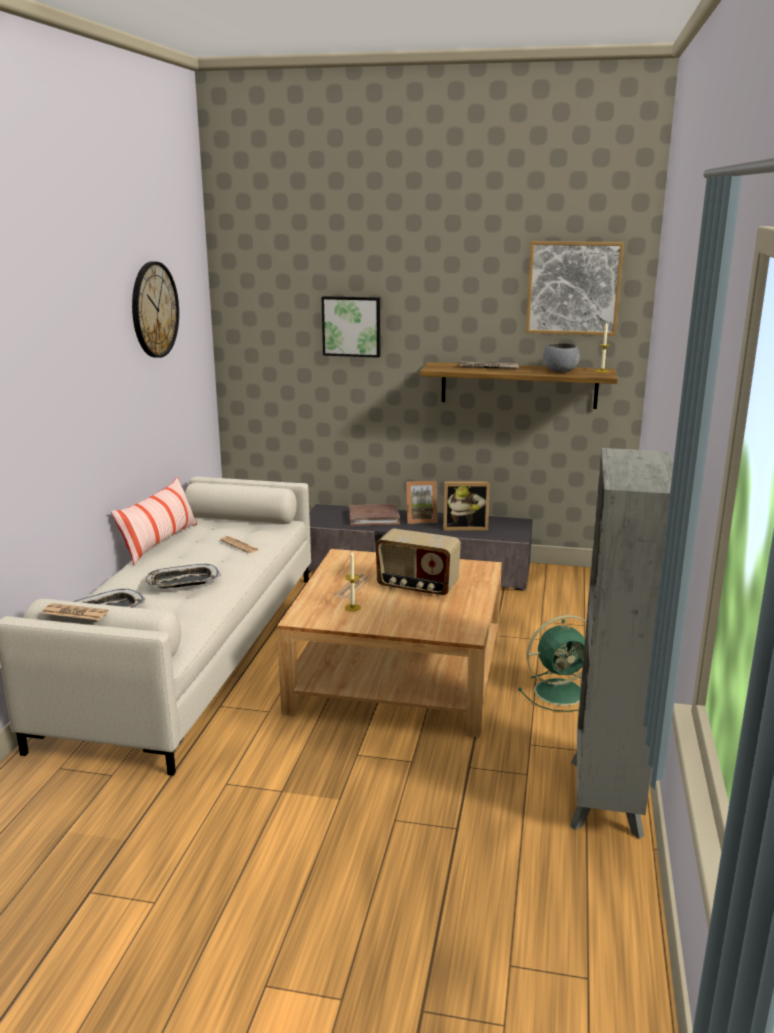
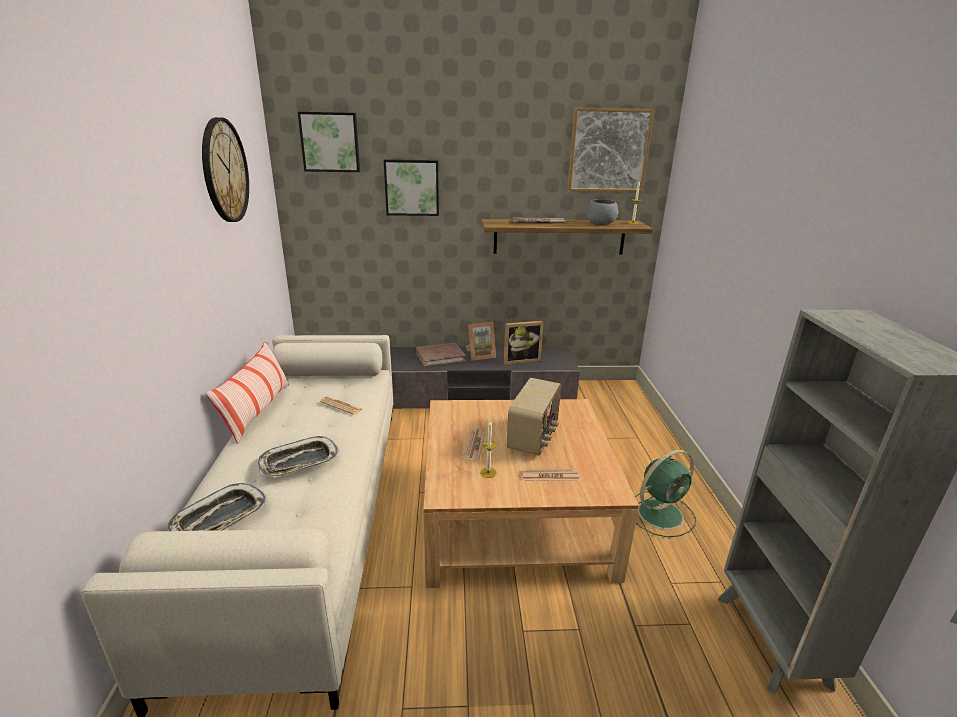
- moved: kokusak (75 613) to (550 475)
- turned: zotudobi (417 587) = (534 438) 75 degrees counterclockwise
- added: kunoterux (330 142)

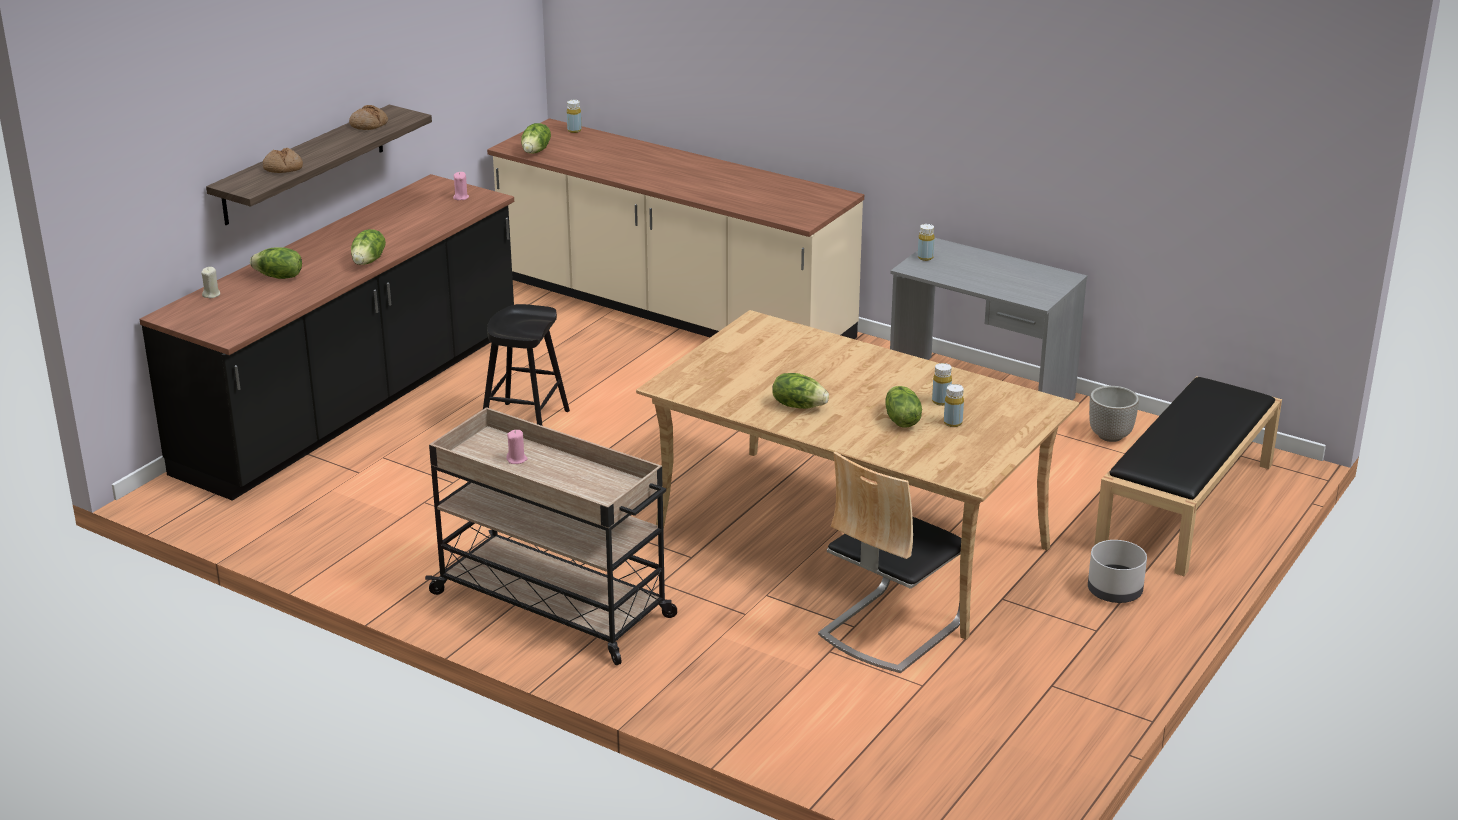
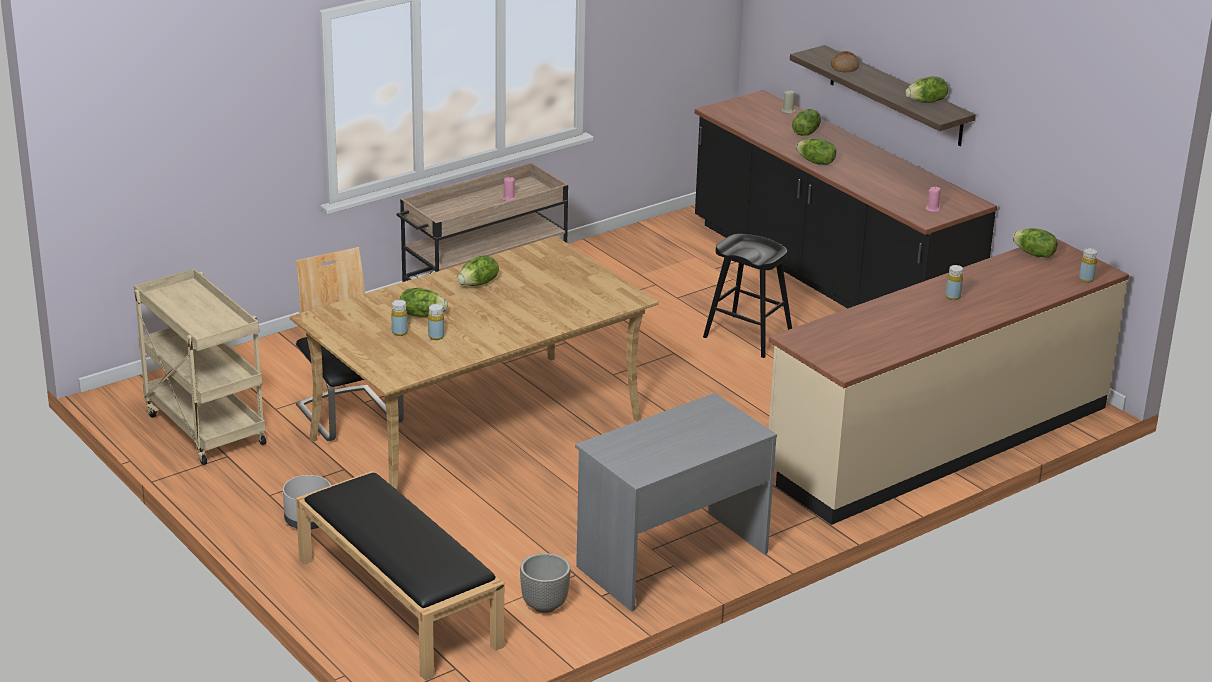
- replaced: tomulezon (369 124) to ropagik (927 102)
- moved: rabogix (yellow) (925 257) to (952 297)
- added: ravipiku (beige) (203 428)

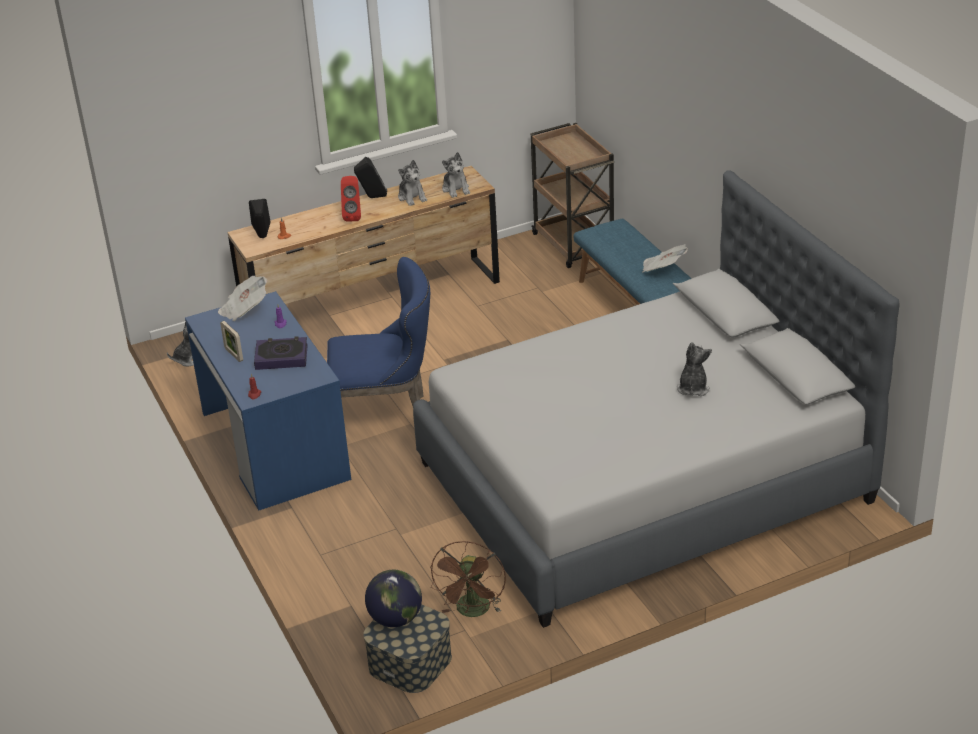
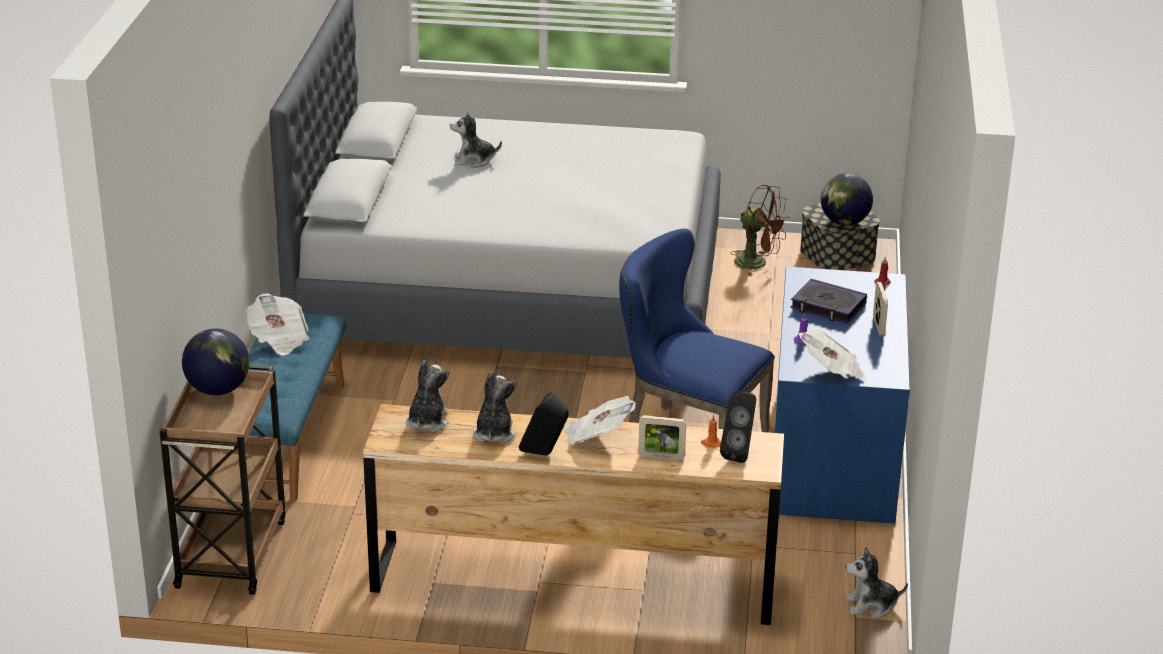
- replaced: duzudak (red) (353 216) to kokusak (597 436)
- turned: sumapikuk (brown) (473 612) = (757 263) 75 degrees clockwise
- turned: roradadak (693 388) = (474 160) 45 degrees clockwise
- added: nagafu (218 390)
- added: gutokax (661 457)

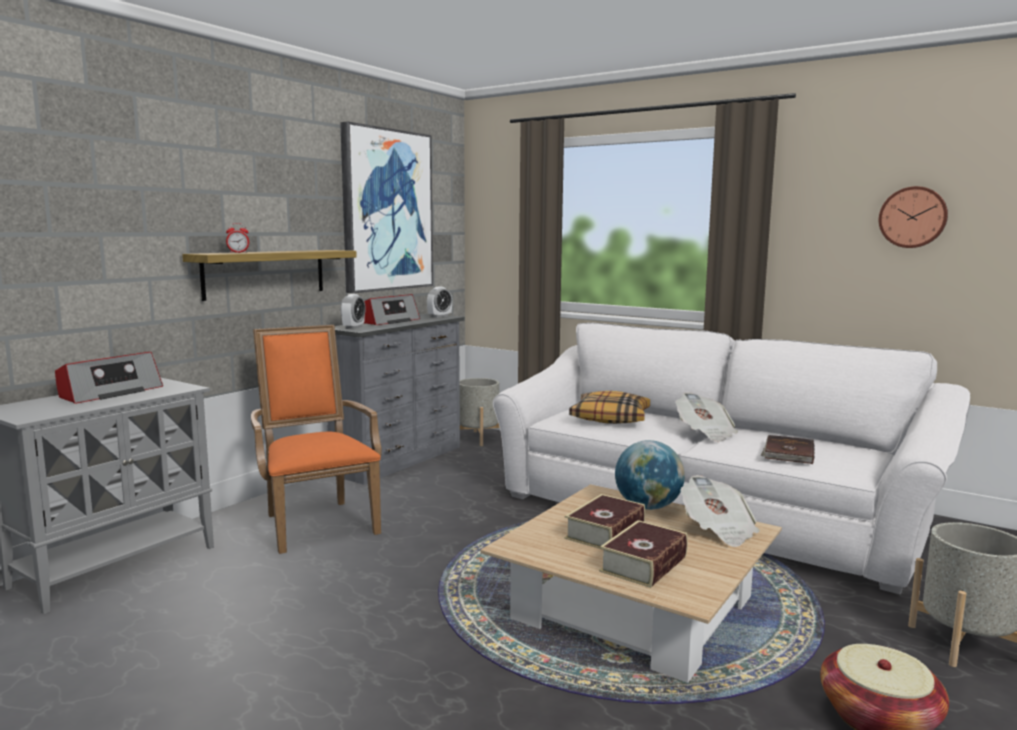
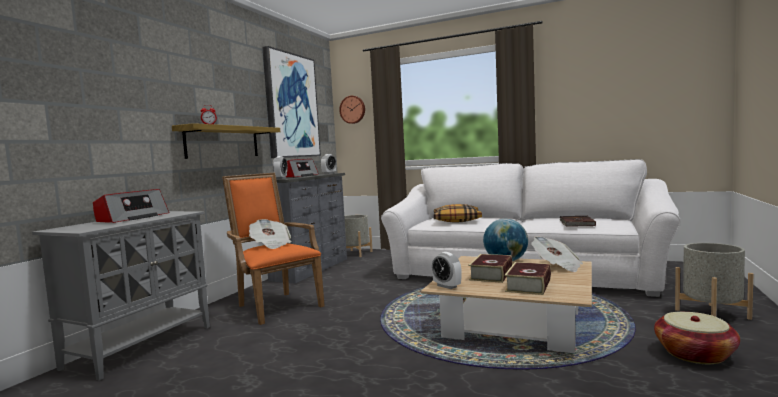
- moved: kokusak (705 433) to (271 245)
- moved: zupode (912 217) to (353 109)
- added: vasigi (447 286)

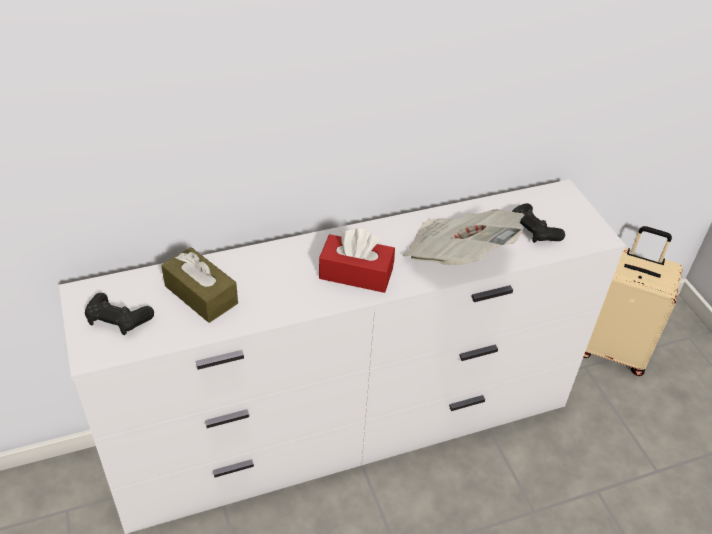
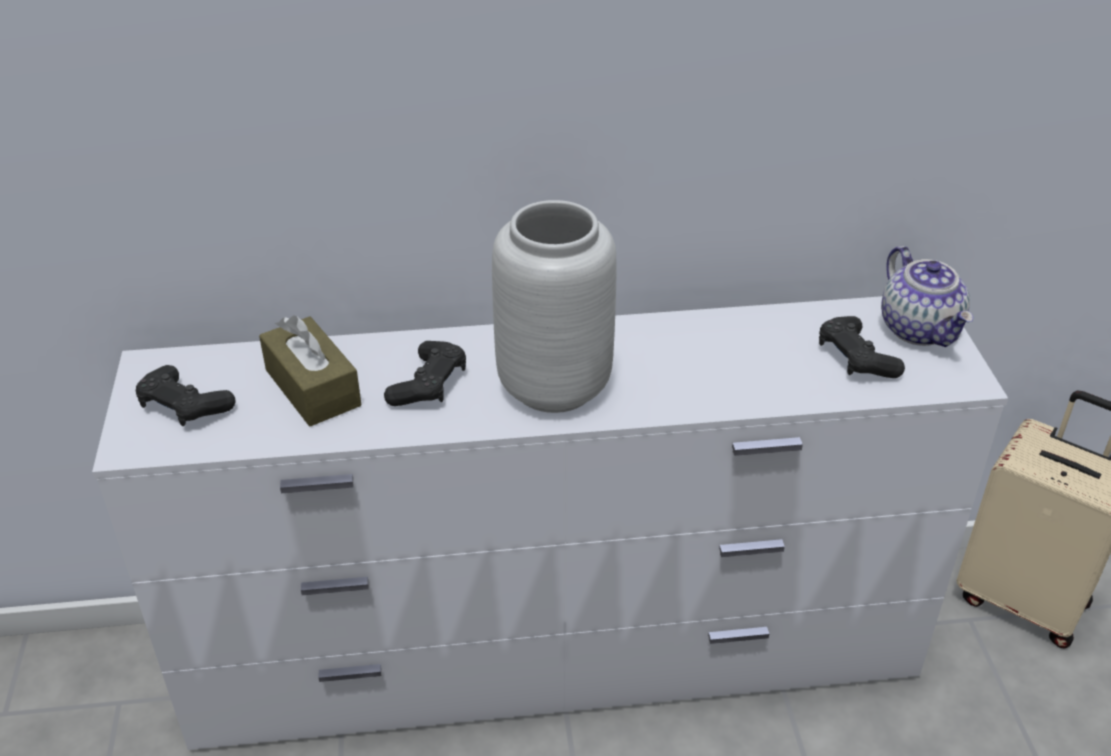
- replaced: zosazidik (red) (356 273) to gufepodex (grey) (551 387)
- removed: kokusak (457 257)
- added: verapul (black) (429 385)
- added: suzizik (920 329)

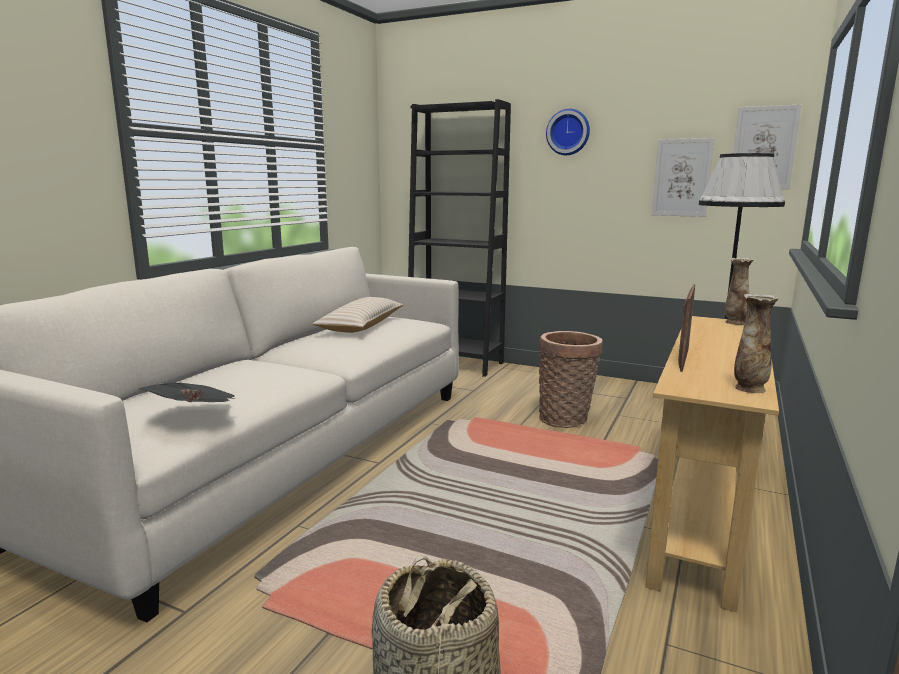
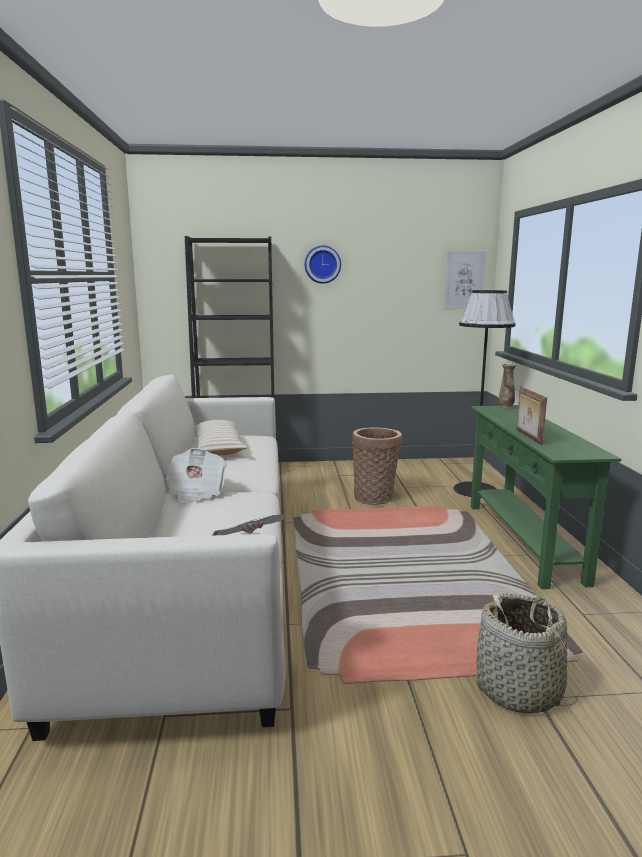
- recoloured: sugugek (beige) (702 517) to sugugek (green) (523 541)
- removed: kunoterux (682 178)
- removed: gufepodex (749 388)
- added: kokusak (196 491)

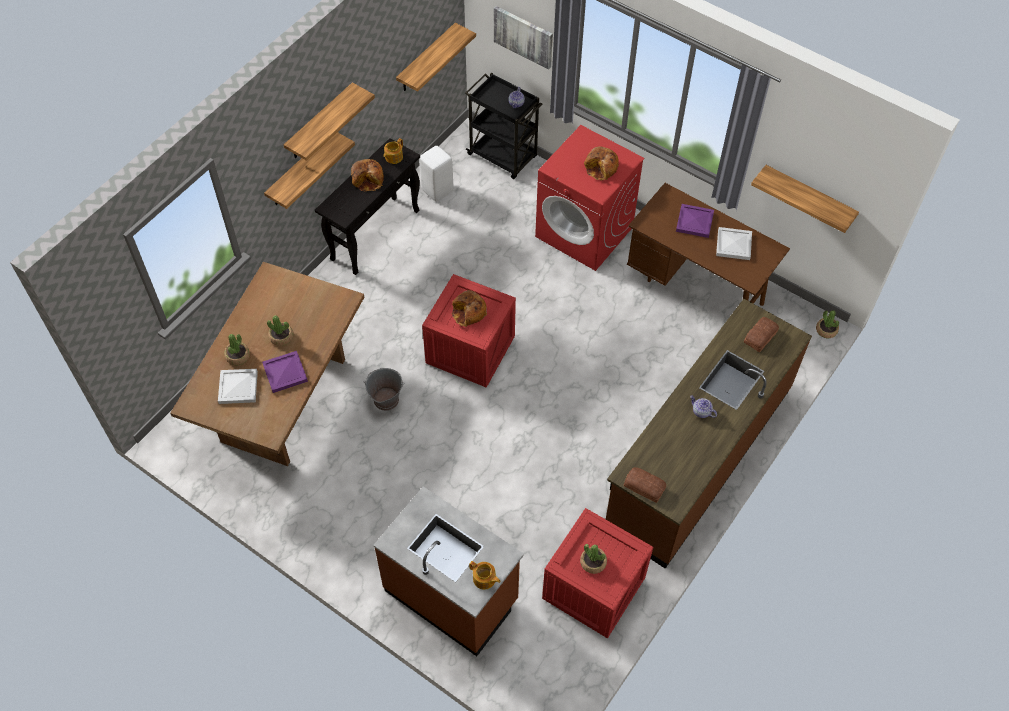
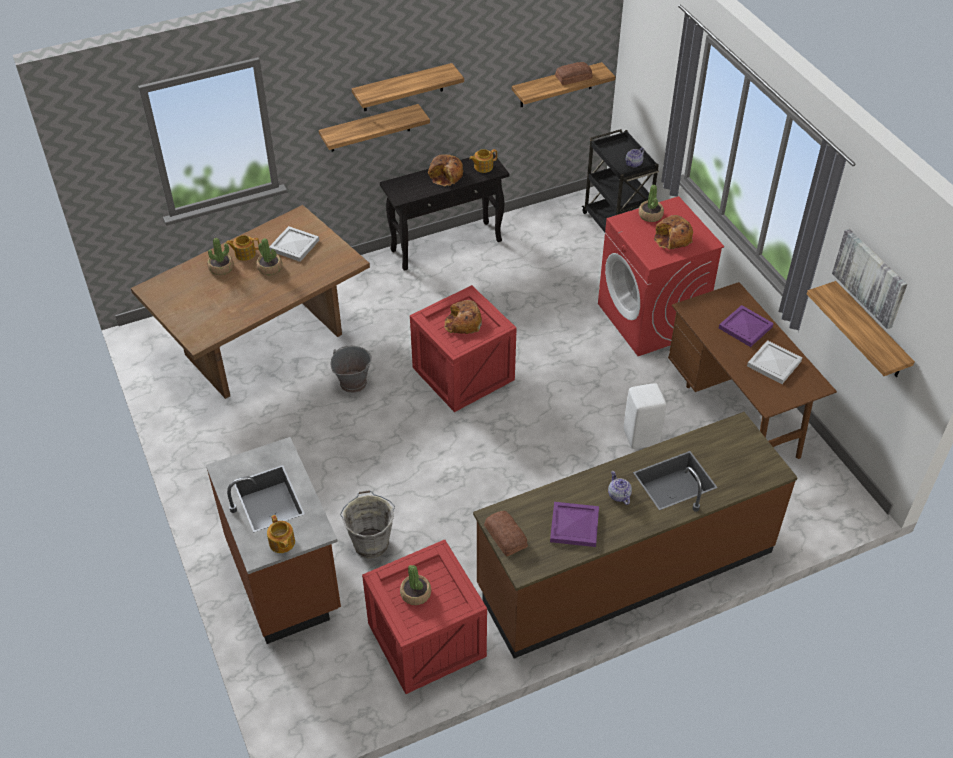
- moved: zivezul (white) (237 387) to (294 245)
- moved: zivezul (purple) (286 373) to (575 526)
- moved: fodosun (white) (436 190) to (640 437)
- moved: kunoterux (523 36) to (870 277)
- moved: tomulezon (759 336) to (573 77)
- moved: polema (826 330) to (650 215)
- added: suzizik (244 253)
- added: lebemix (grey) (371 542)

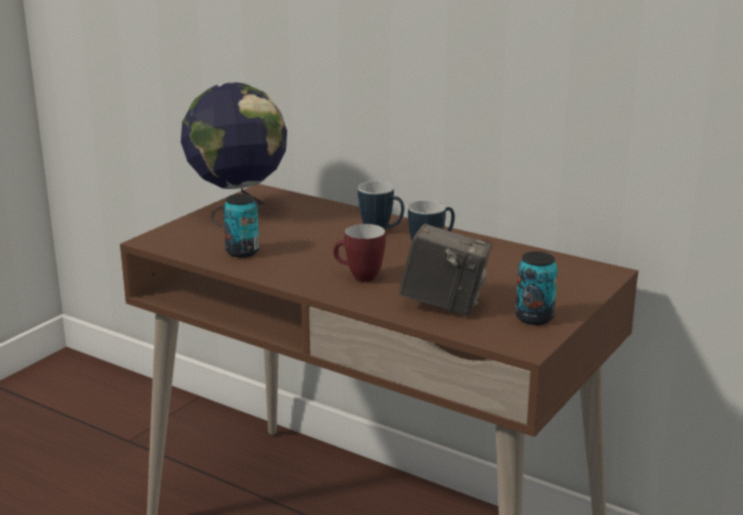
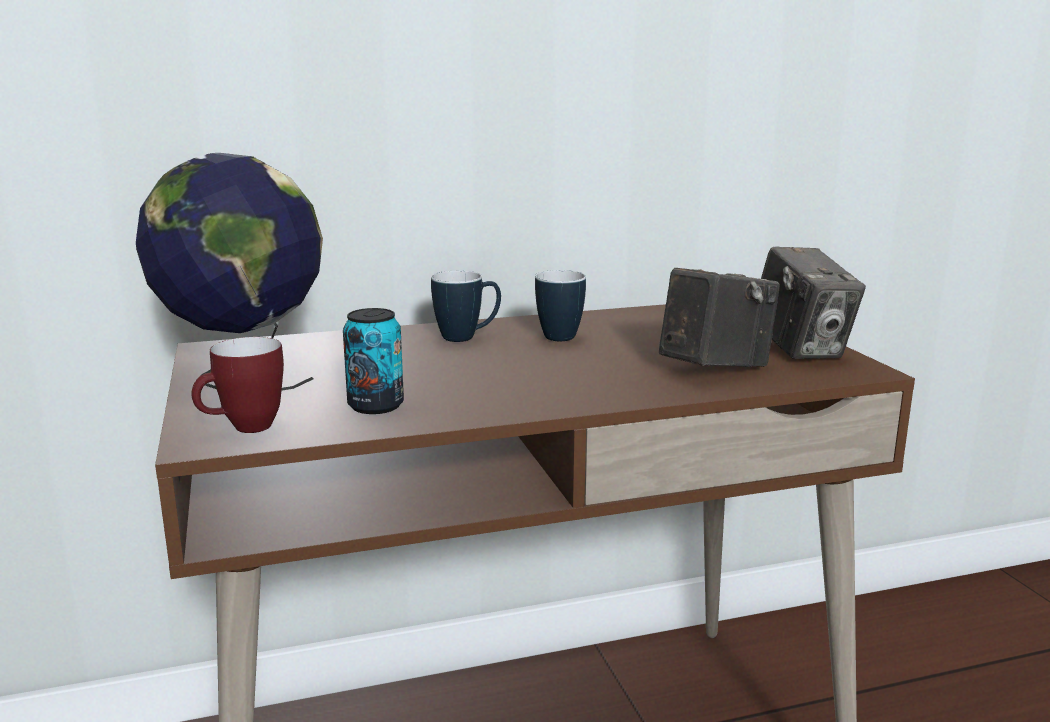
- moved: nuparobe (358 277) to (243 429)
- replaced: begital (534 317) to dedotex (800 350)

